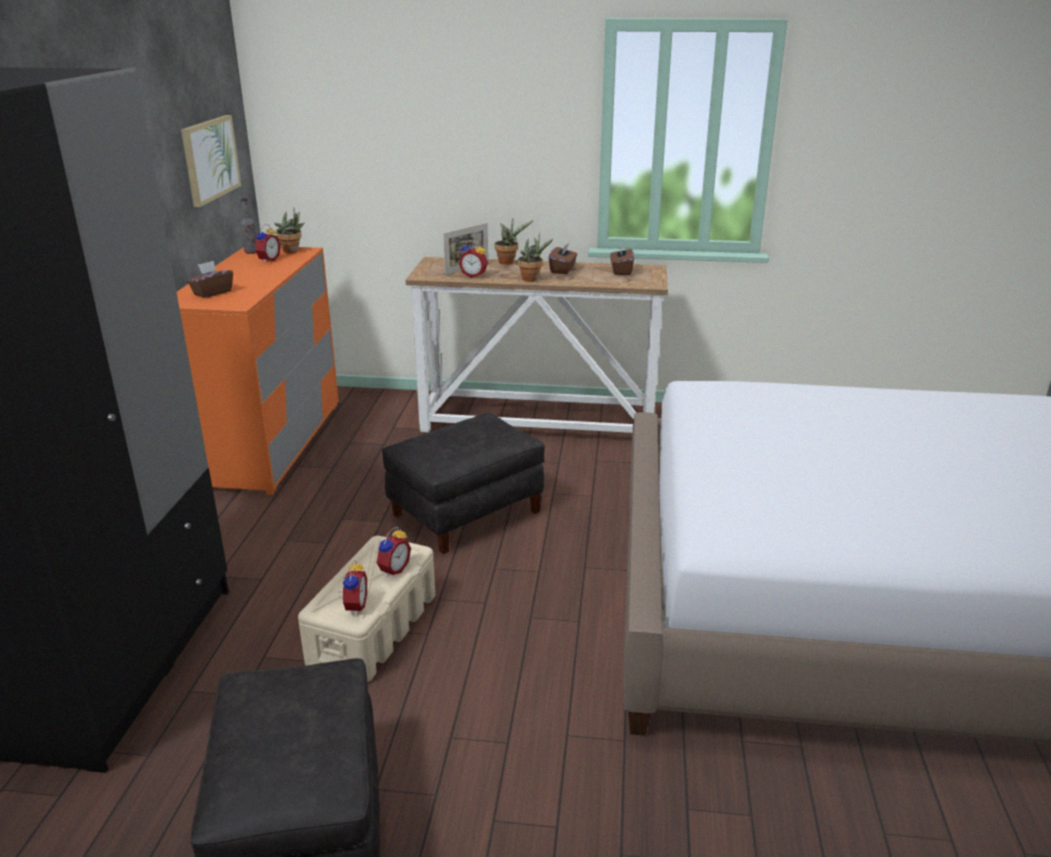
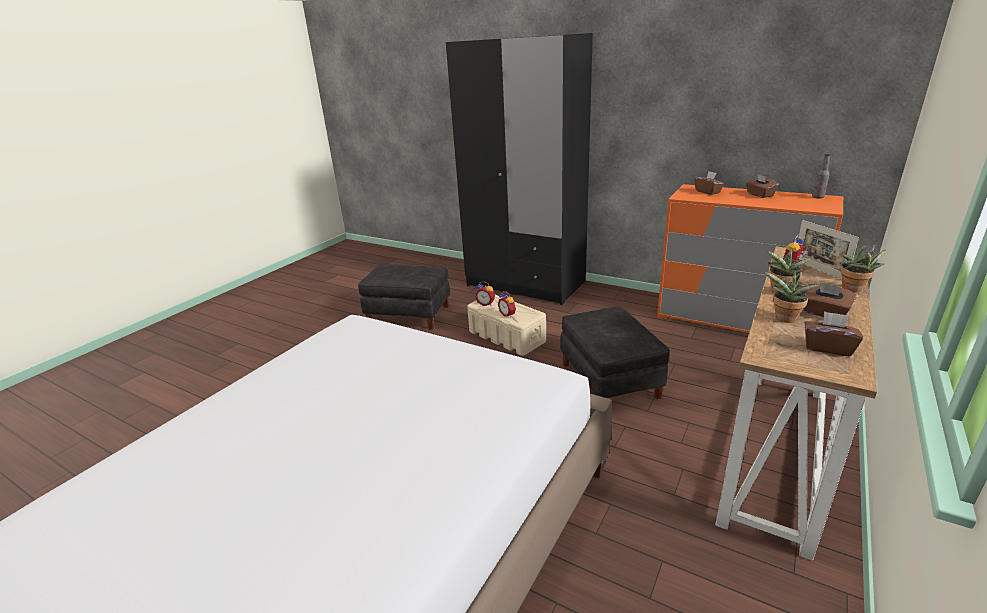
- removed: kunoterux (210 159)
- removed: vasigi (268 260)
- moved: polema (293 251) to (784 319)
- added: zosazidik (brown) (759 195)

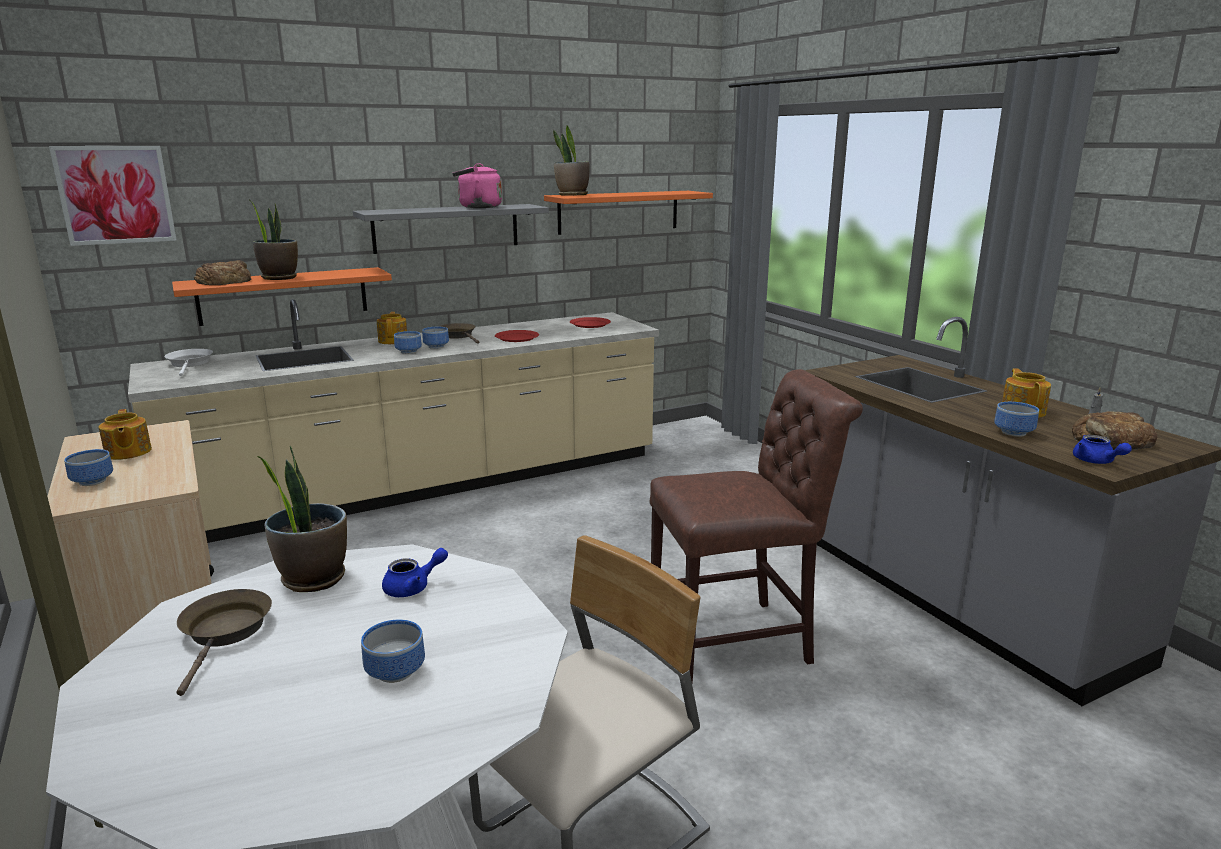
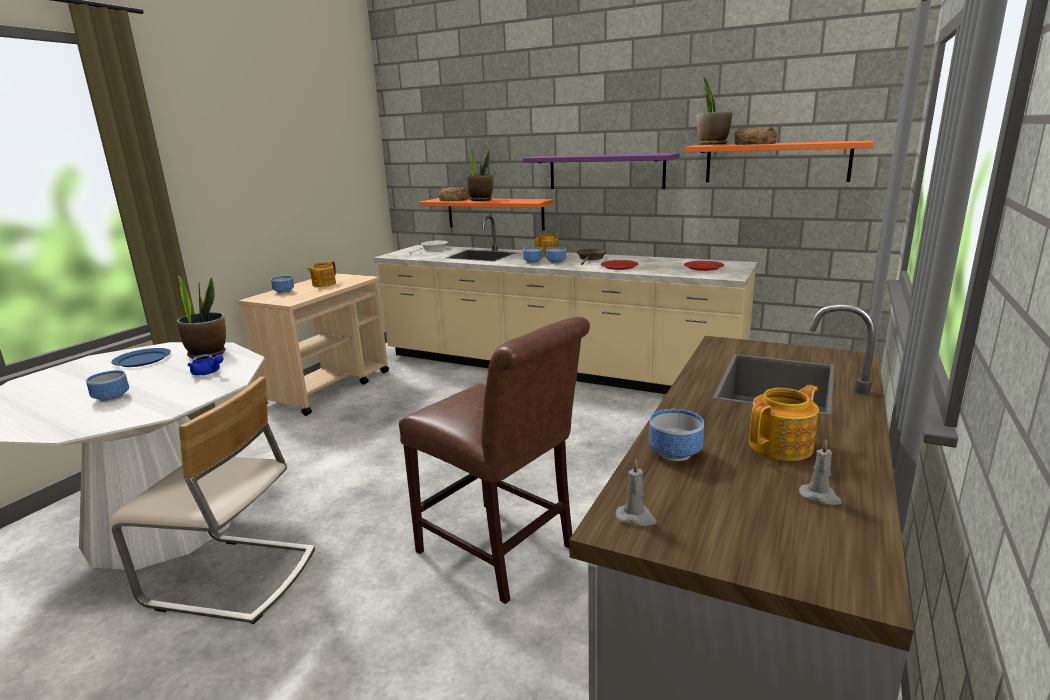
- removed: kunoterux (115 195)
- replaced: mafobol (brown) (225 633) to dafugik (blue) (143 360)
- recoloured: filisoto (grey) (446 228) to filisoto (purple) (606 171)
- removed: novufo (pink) (477 207)
- moved: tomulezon (1111 441) to (754 144)
- replaced: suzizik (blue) (1096 462) to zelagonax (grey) (636 517)

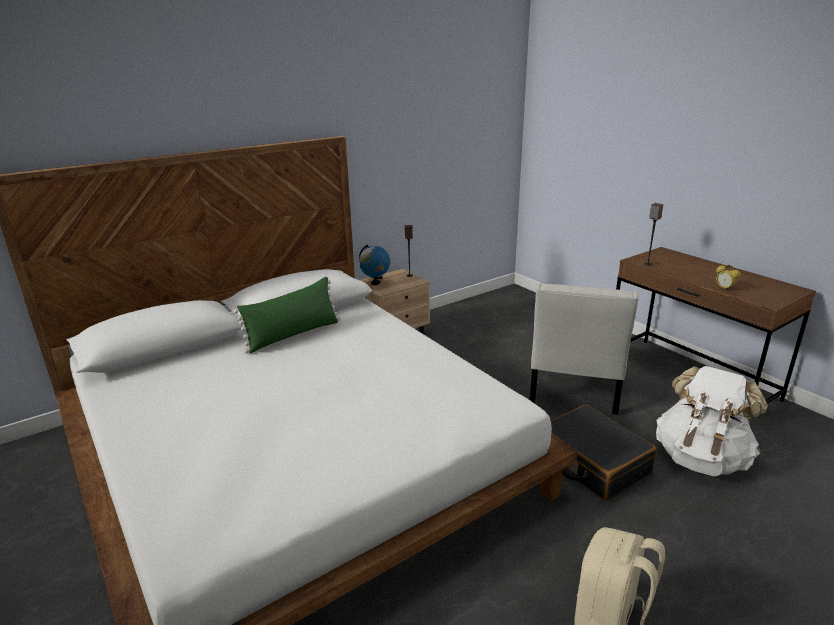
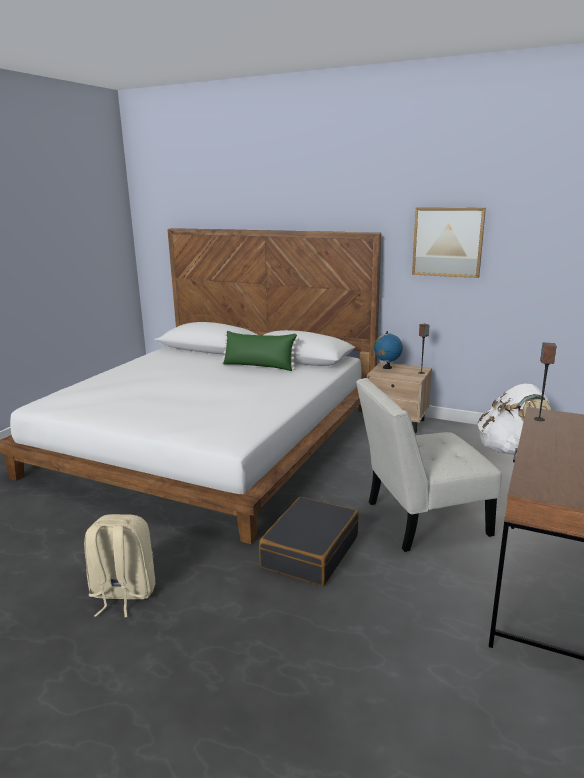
- moved: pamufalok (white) (701 458) to (509 449)
- removed: vasigi (724 289)
- added: kunoterux (447 242)

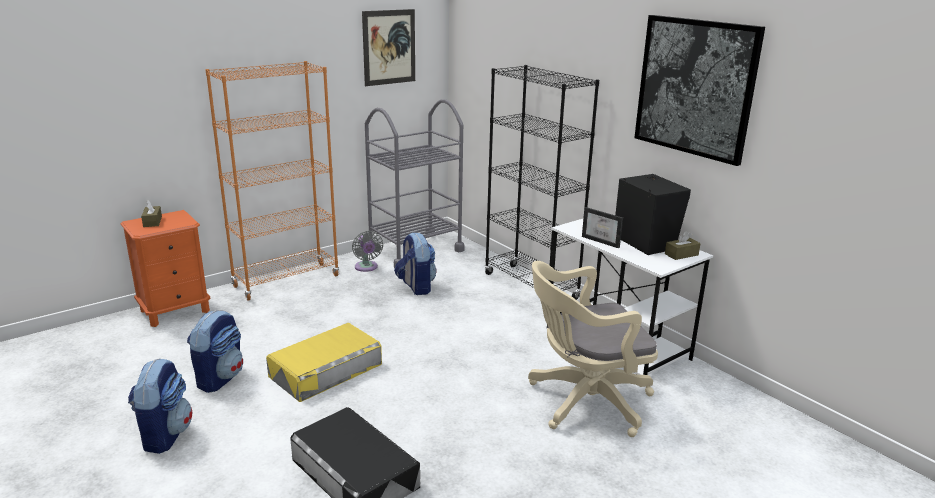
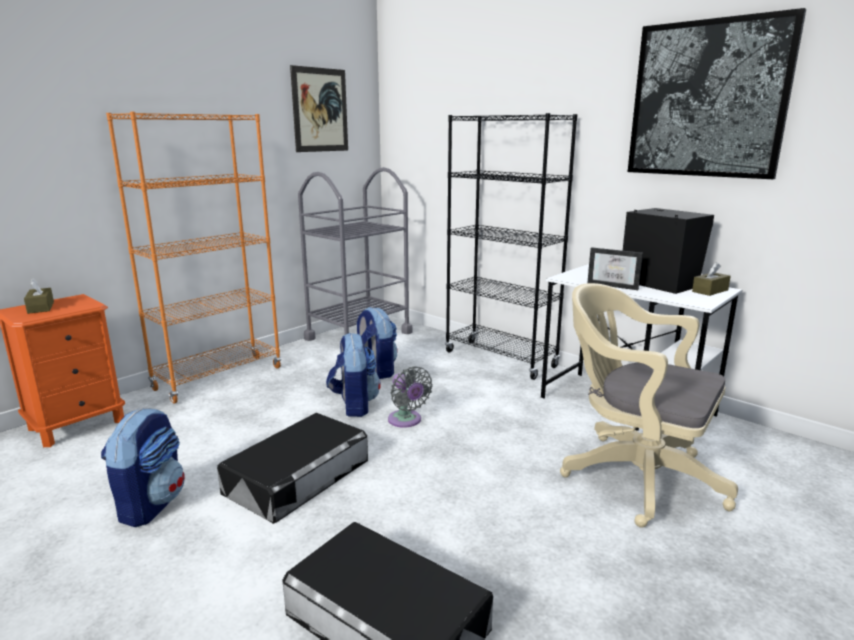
- moved: pamufalok (165 435) to (354 405)
- recoloured: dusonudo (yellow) (326 370) to dusonudo (black) (297 476)
- moved: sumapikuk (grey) (366 268) to (406 421)
- turned: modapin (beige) (583 402) = (634 476) 60 degrees clockwise

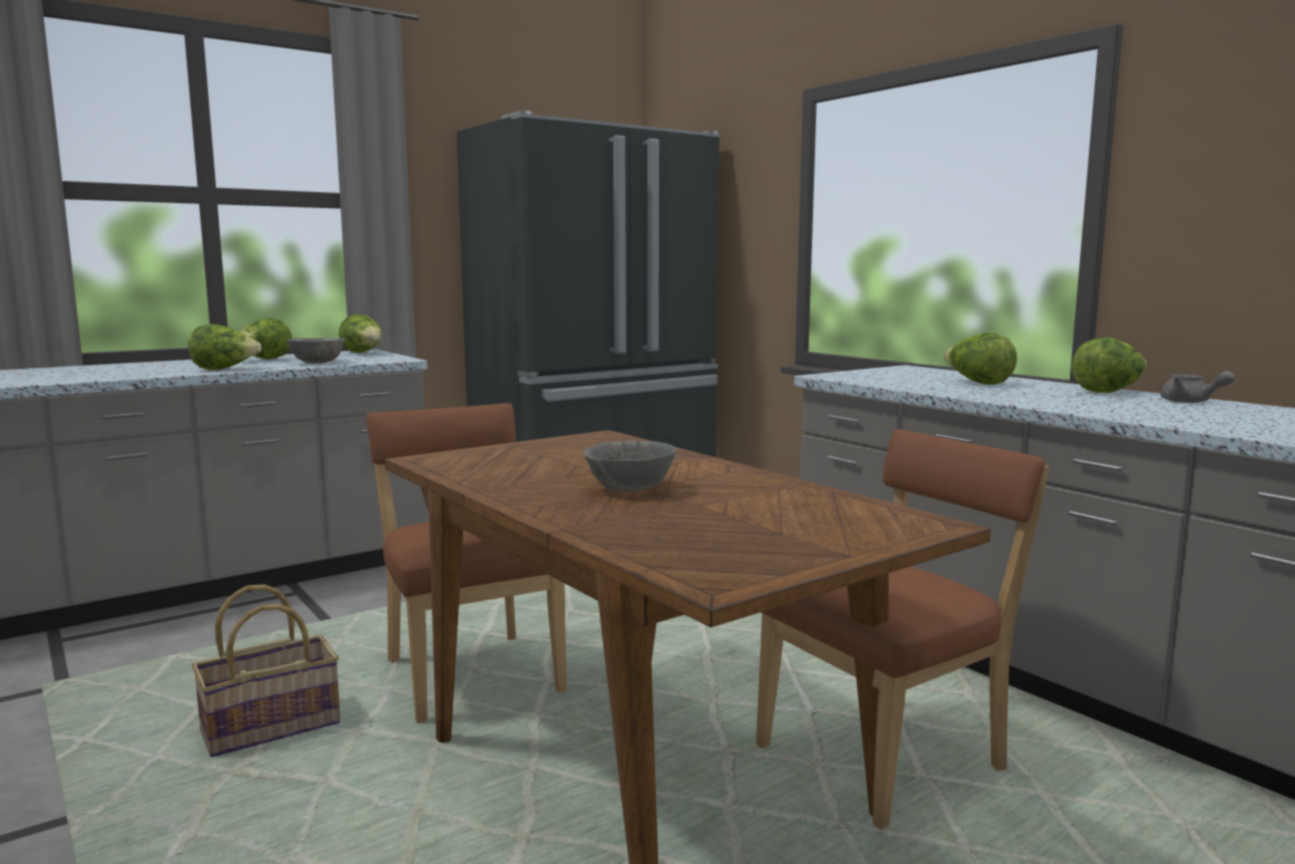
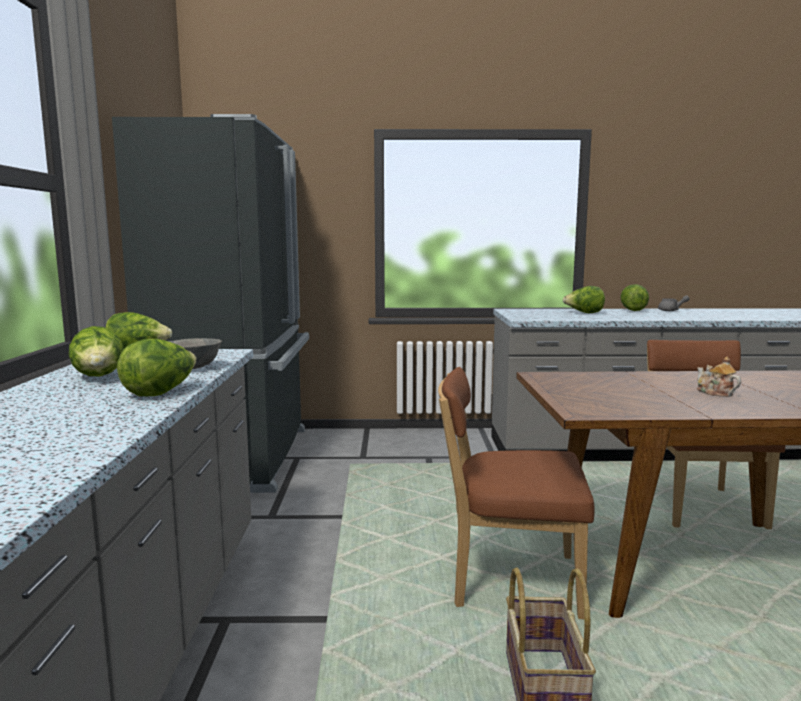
- replaced: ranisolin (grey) (629 489) to suzizik (715 393)

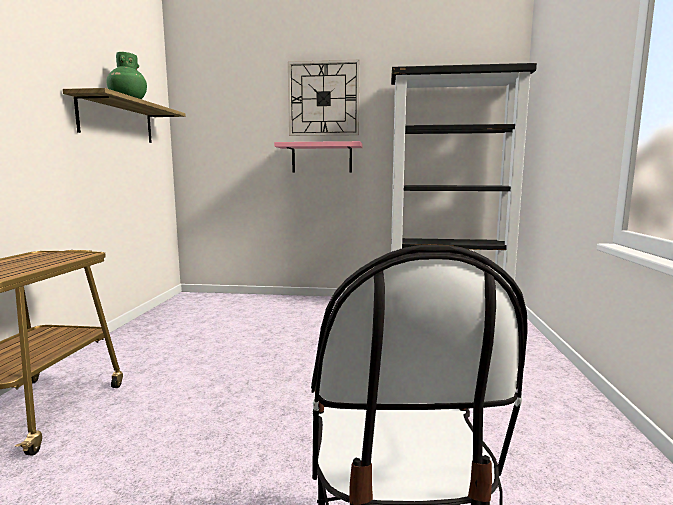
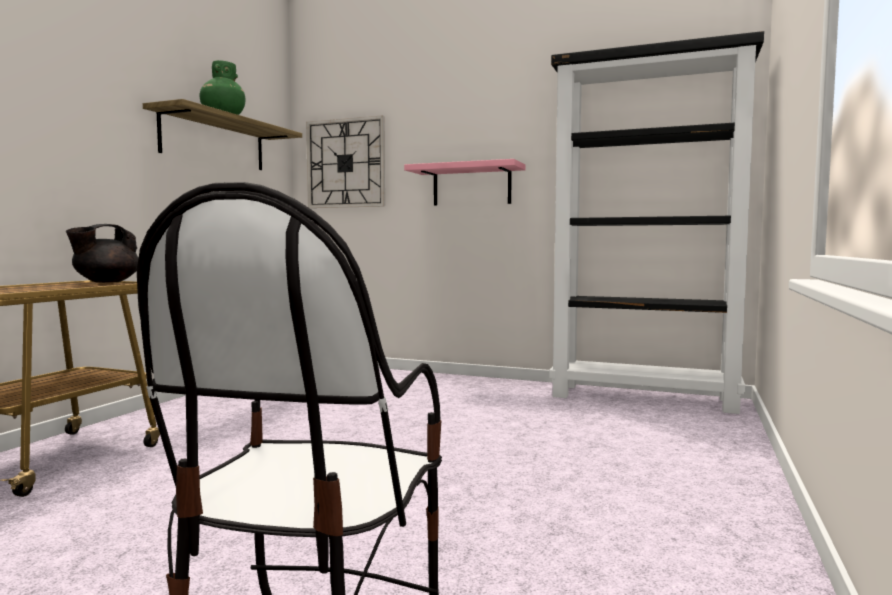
- moved: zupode (323 99) to (346 163)
- added: suzizik (black) (106 282)

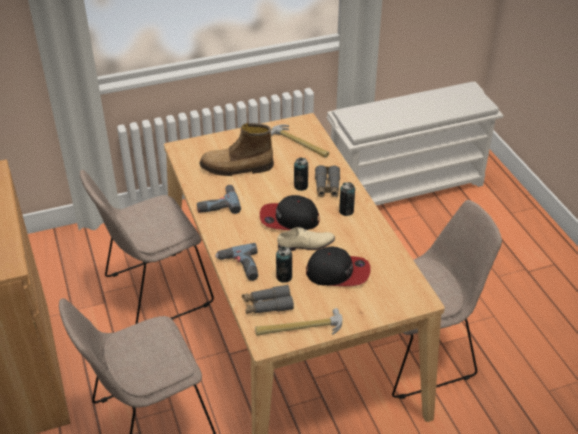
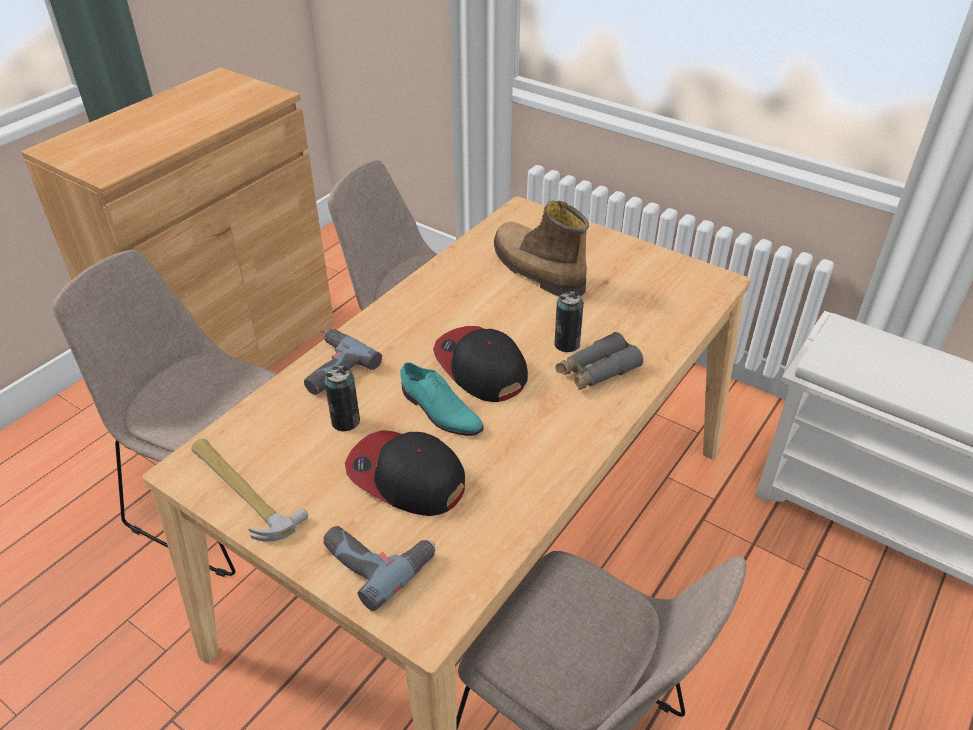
- moved: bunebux (217 204) to (377 559)
- removed: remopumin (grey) (267 305)
- removed: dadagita (299 144)
- recoloured: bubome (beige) (306 244) to bubome (turquoise) (439 411)
- turned: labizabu (338 272) = (406 476) 150 degrees clockwise
- removed: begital (346 211)

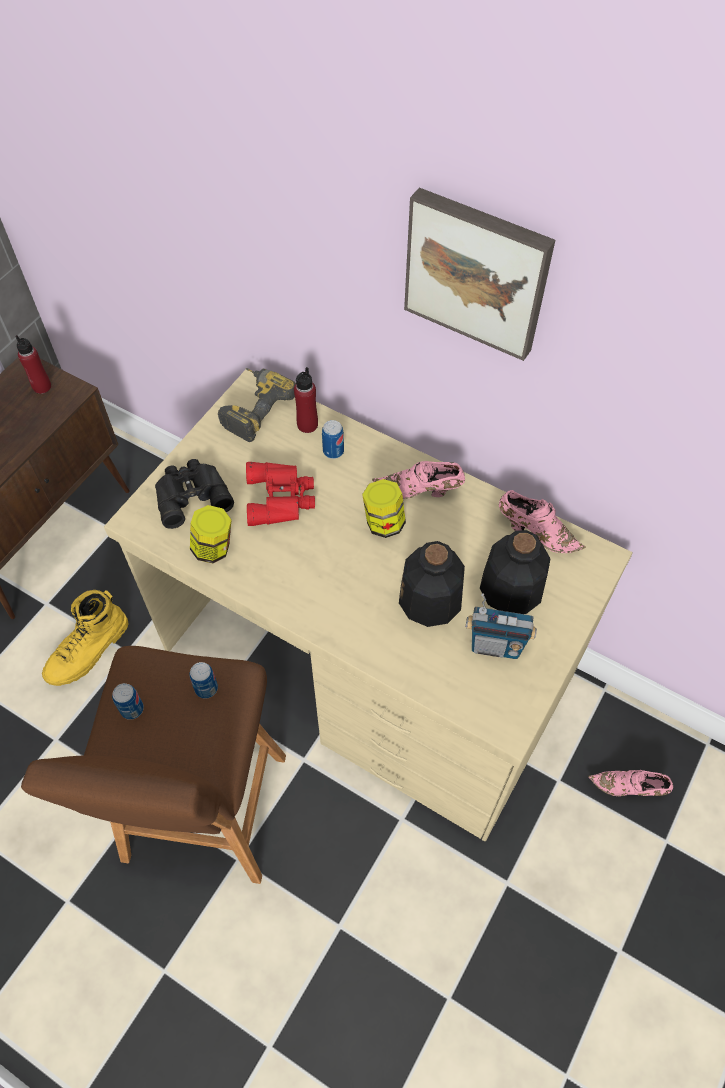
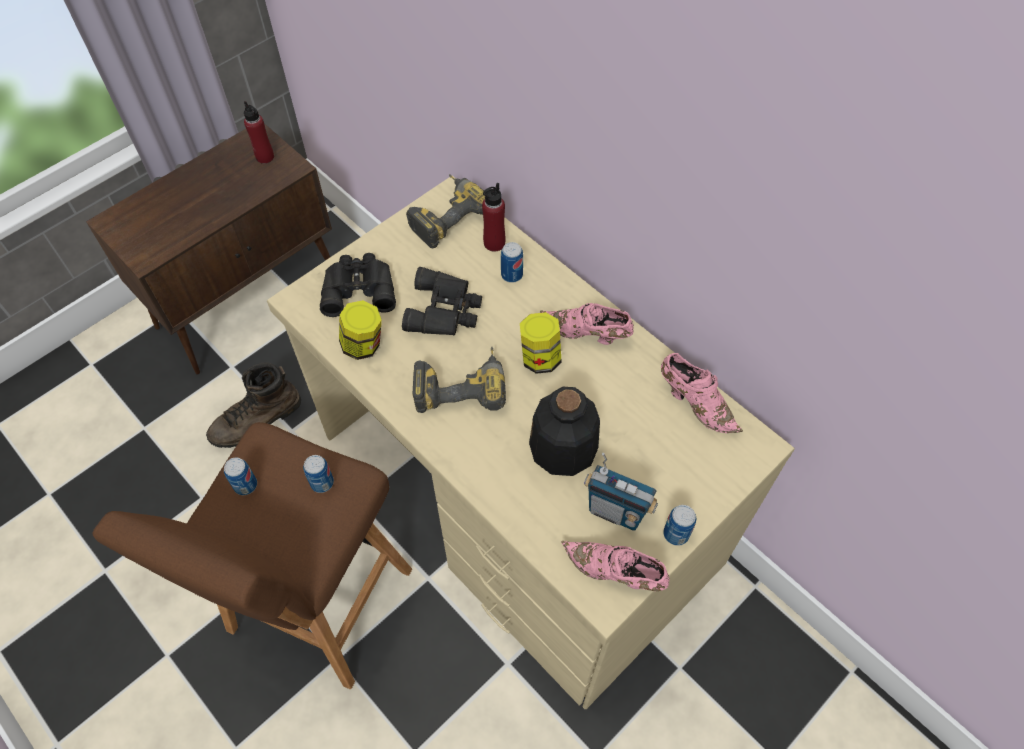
- recoloured: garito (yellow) (89 651) to garito (brown) (257 421)
- recoloured: remopumin (red) (281 498) to remopumin (black) (445 310)
- removed: kunoterux (477 272)
- removed: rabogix (511 589)
- moved: bubome (pink) (629 788) to (615 573)
- added: bunebux (461 385)
- added: begital (676 534)

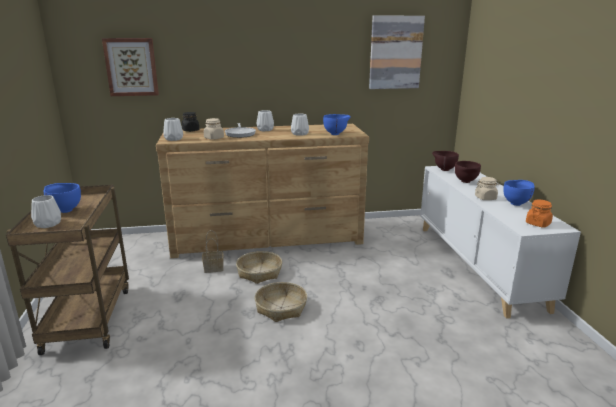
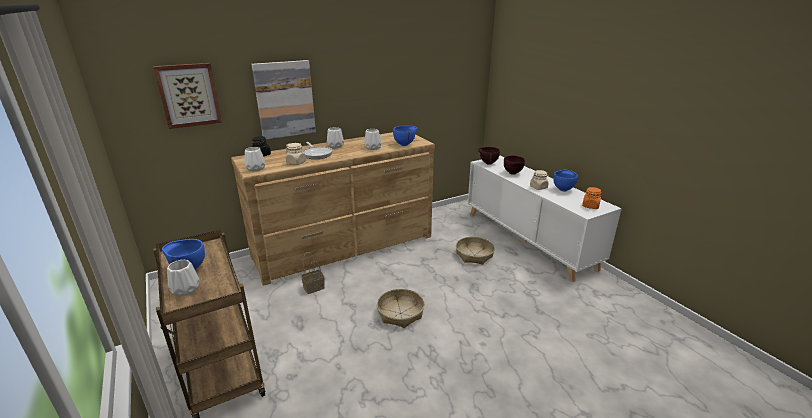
- moved: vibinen (259 272) to (474 255)
- moved: kunoterux (395 52) to (285 99)

